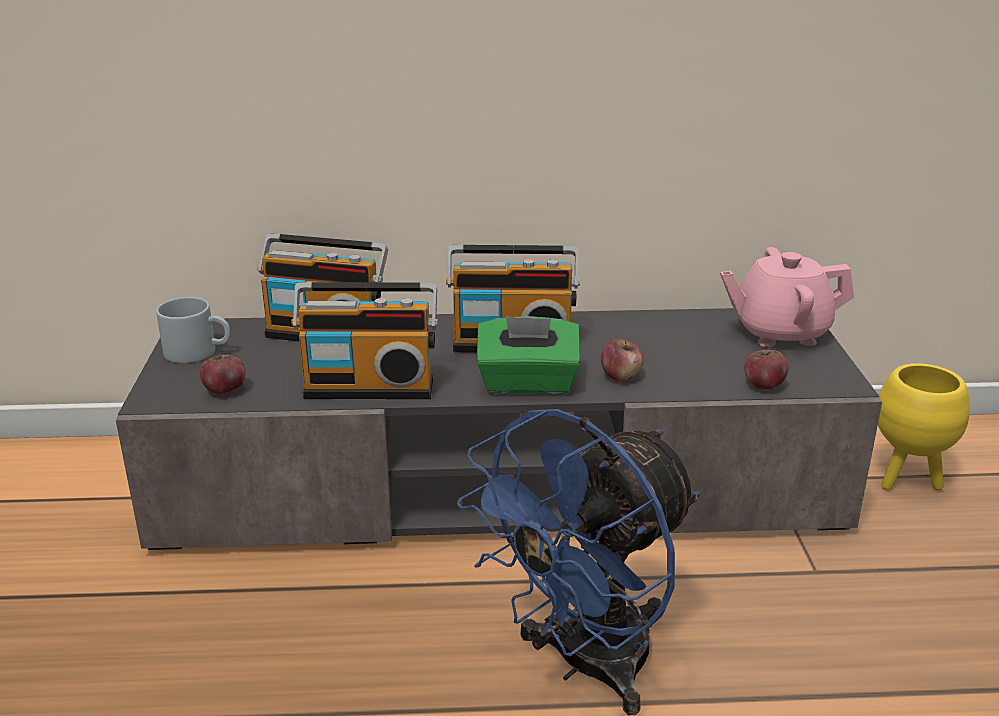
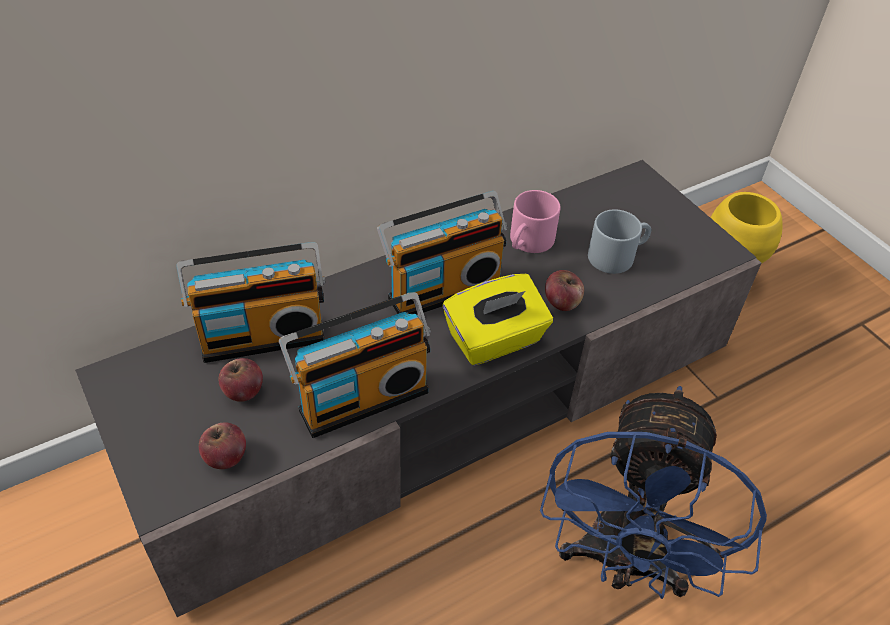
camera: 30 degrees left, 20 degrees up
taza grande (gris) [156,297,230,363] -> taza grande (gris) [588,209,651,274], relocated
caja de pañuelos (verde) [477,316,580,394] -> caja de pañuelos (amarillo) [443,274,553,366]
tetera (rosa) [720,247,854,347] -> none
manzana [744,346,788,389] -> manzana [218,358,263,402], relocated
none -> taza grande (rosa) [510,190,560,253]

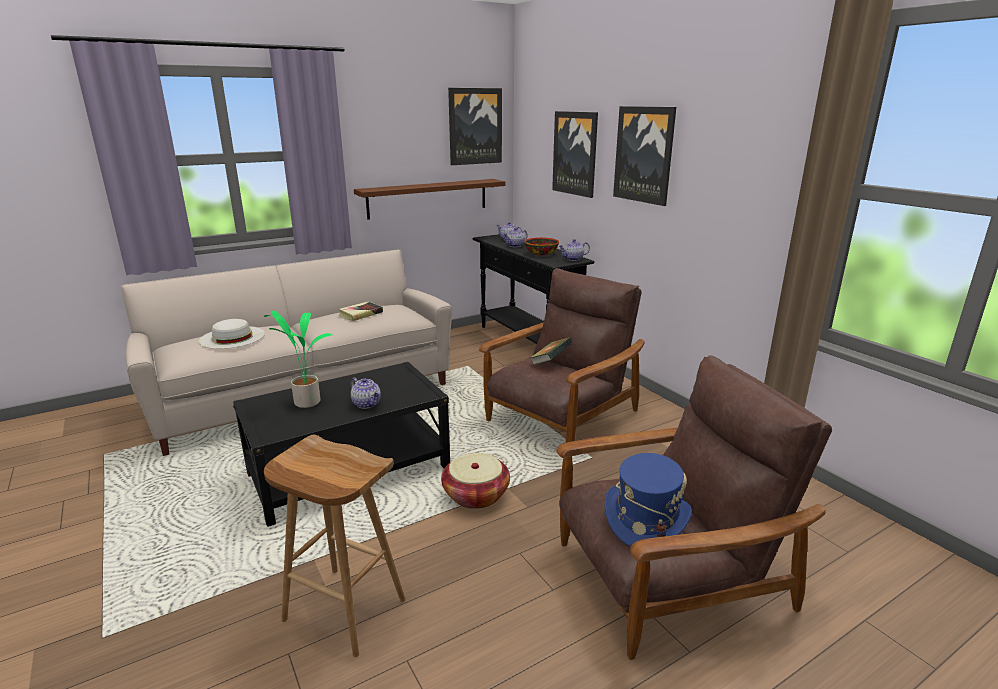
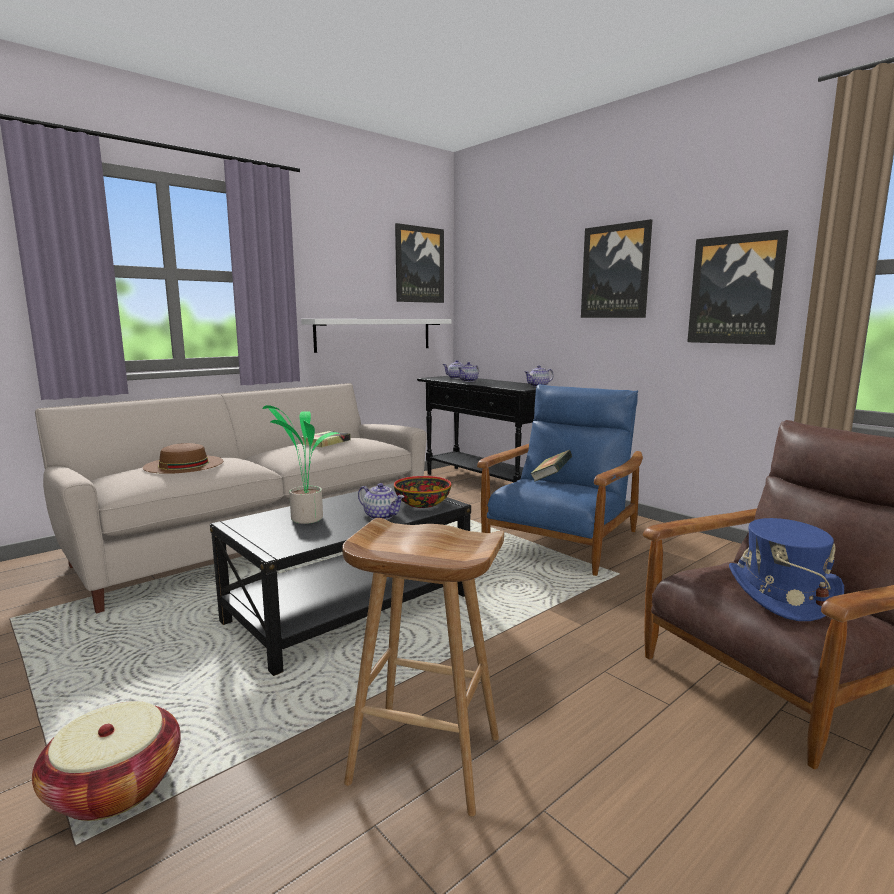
camera: 10 degrees left, 10 degrees down
sombrero (blanco) [199,319,265,349] -> sombrero (marrón) [143,443,223,474]
estante (marrón) [354,179,505,220] -> estante (blanco) [301,319,451,353]
cesta [441,453,510,509] -> cesta [32,701,181,821], relocated
sillón (marrón) [479,268,645,443] -> sillón (azul) [477,384,643,576]
cuenco [525,237,559,256] -> cuenco [394,476,451,508], relocated
cuadro [552,111,598,198] -> cuadro [687,230,788,345], relocated

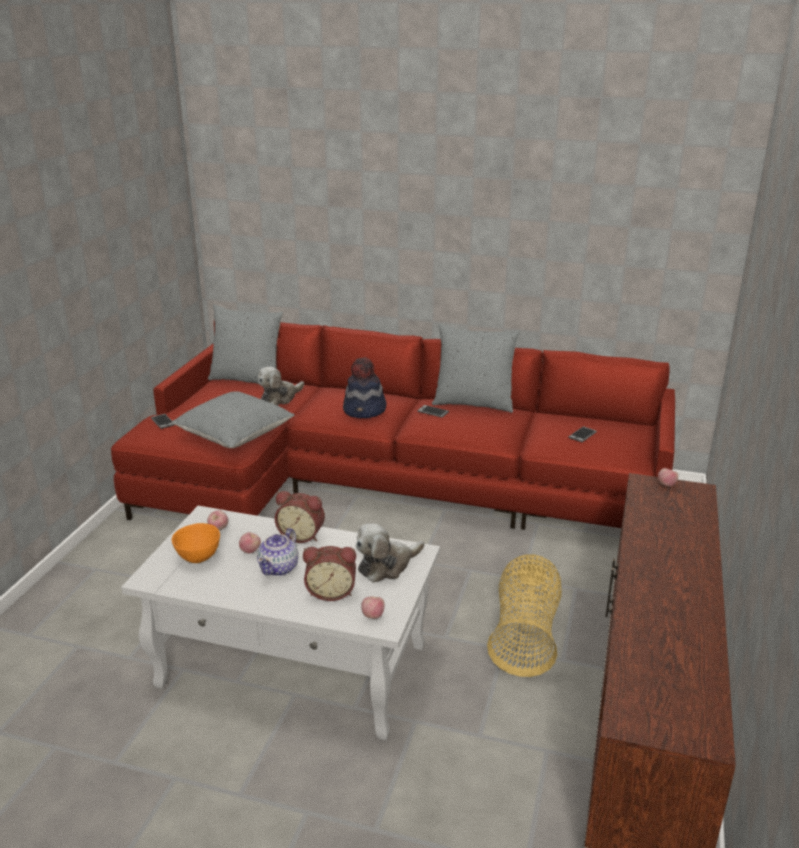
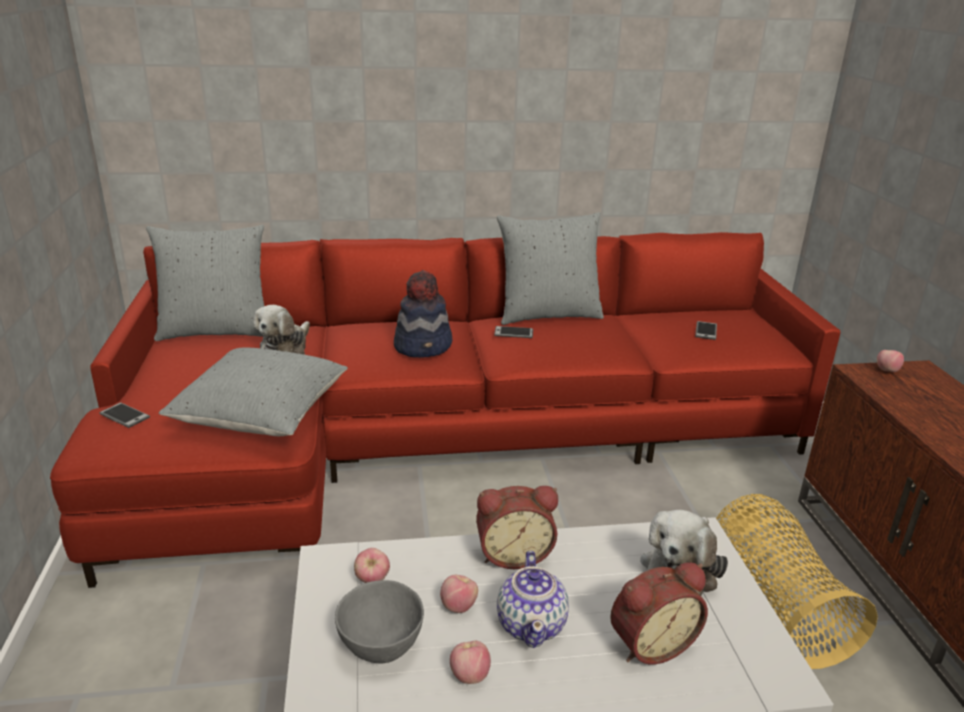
camera: 25 degrees left, 0 degrees up
cuenco (naranja) [172,523,220,563] -> cuenco (gris) [335,580,424,663]
manzana [361,596,385,619] -> manzana [450,641,491,684], relocated

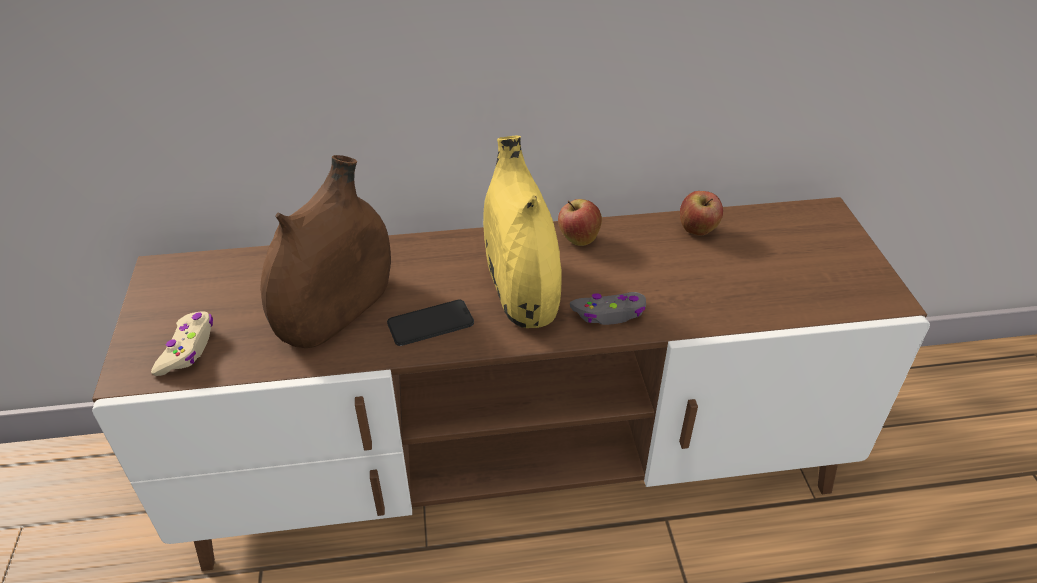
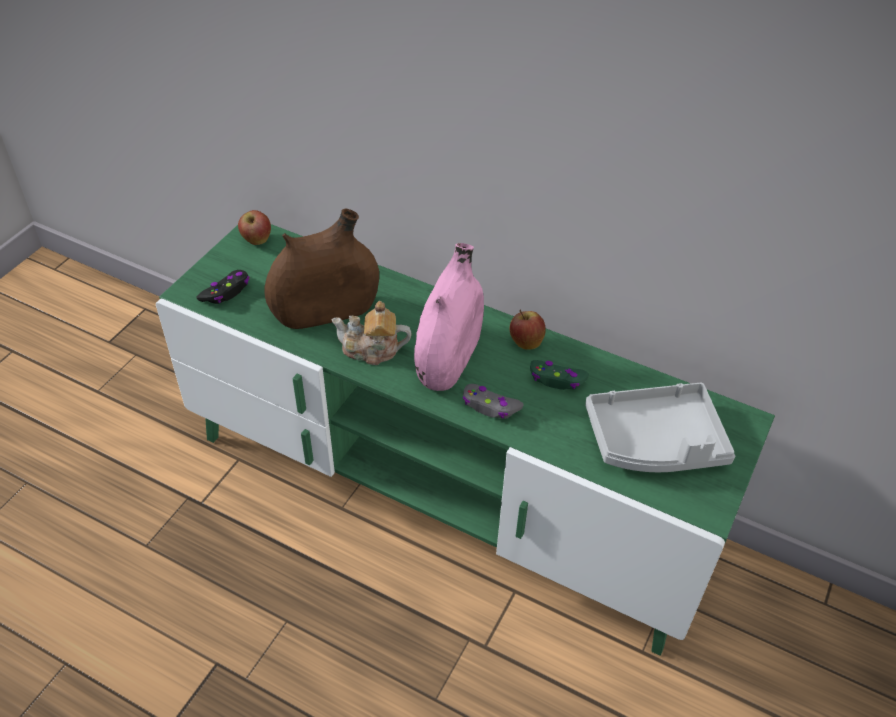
camera: 35 degrees right, 5 degrees up
mueble de televisión (marrón) [92,197,930,571] -> mueble de televisión (verde) [156,224,775,656]
mando de consola (beis) [151,311,213,376] -> mando de consola (negro) [196,270,250,304]
móvil [387,300,474,346] -> tetera [331,301,412,365]
florero (amarillo) [483,136,562,328] -> florero (rosa) [414,243,484,391]
manzana [680,191,723,236] -> manzana [238,210,271,245], relocated
none -> mando de consola (verde) [530,360,589,390]
none -> bandeja (gris) [585,382,735,472]

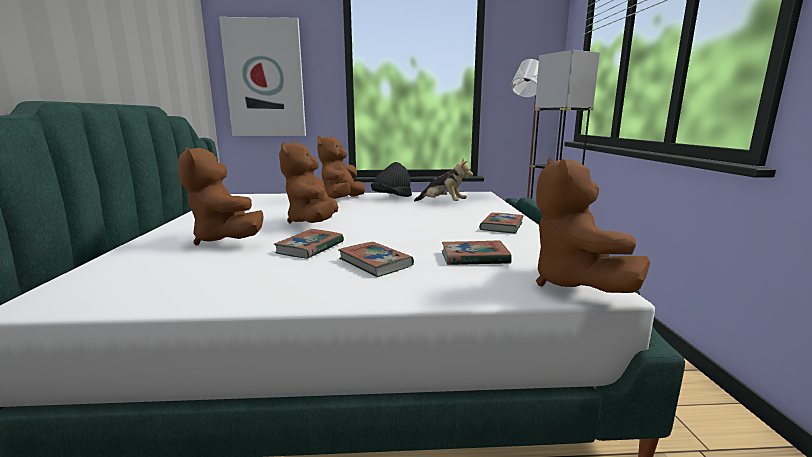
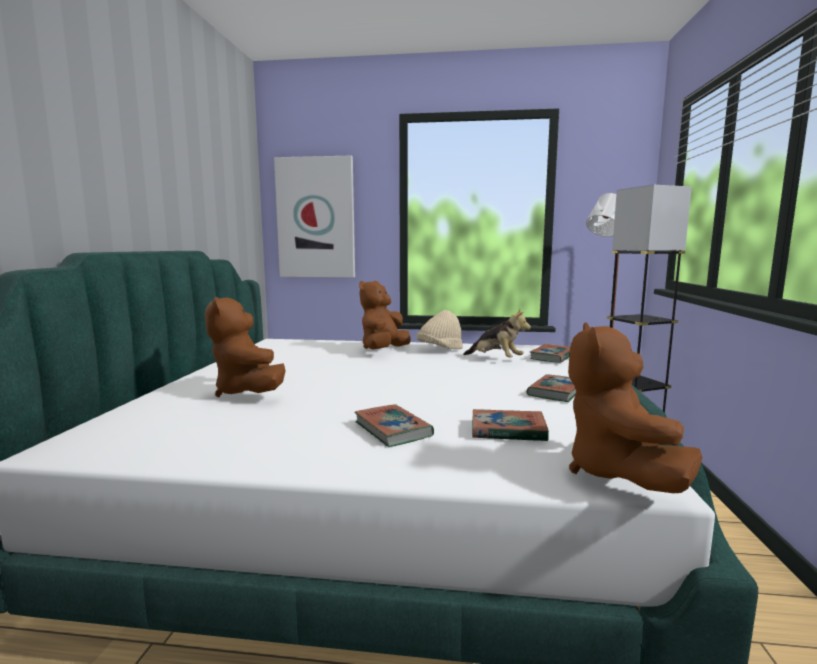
camera: 10 degrees right, 5 degrees down
libro [274,229,344,259] -> libro [530,344,570,363], relocated
peluche (marrón) [279,142,338,224] -> none
sombrero (negro) [371,162,412,197] -> sombrero (beis) [416,310,463,349]

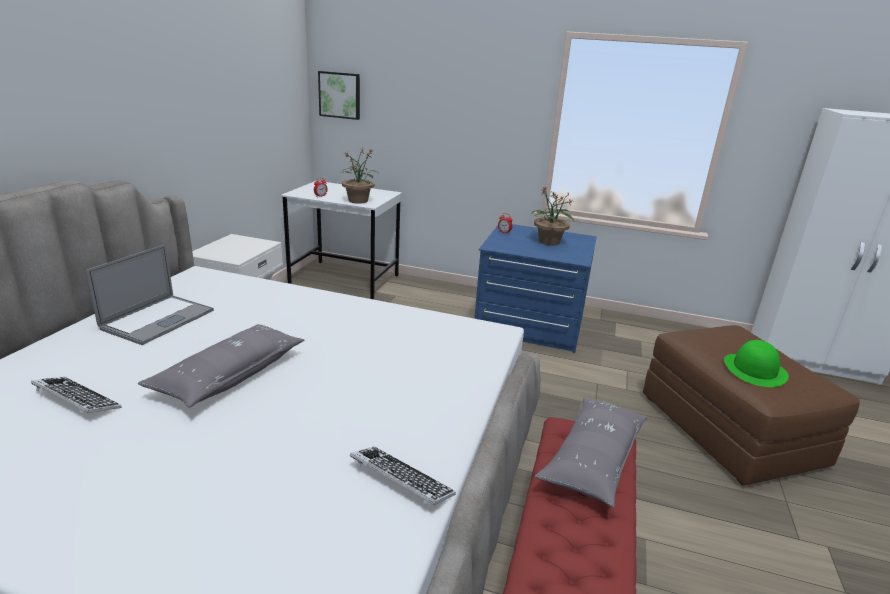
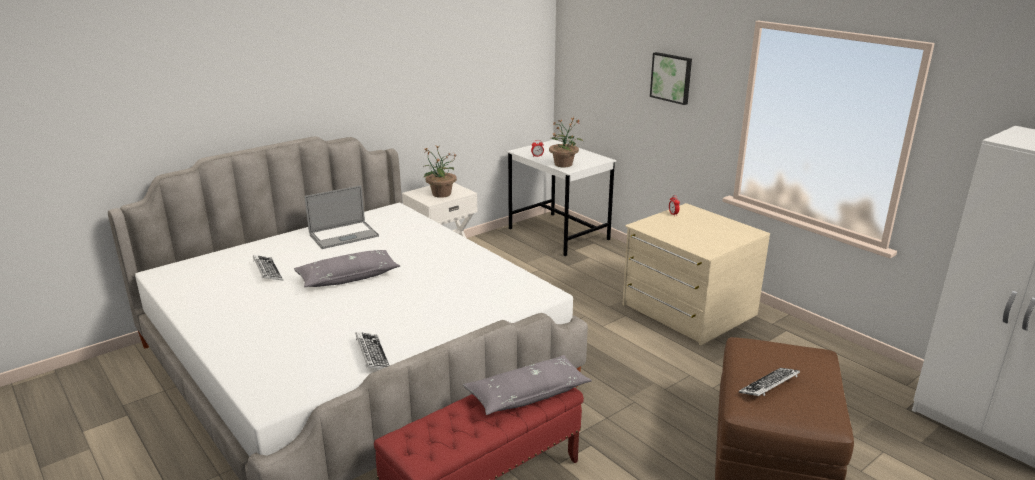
camera: 35 degrees right, 0 degrees up
cuadro [318,71,360,120] -> cuadro [650,52,692,105], relocated
cómoda (azul) [474,224,597,353] -> cómoda (beis) [622,203,770,345]
planta en maceta [532,187,574,245] -> planta en maceta [423,146,457,198], relocated
sombrero (verde) [724,340,789,387] -> teclado [739,368,800,396]

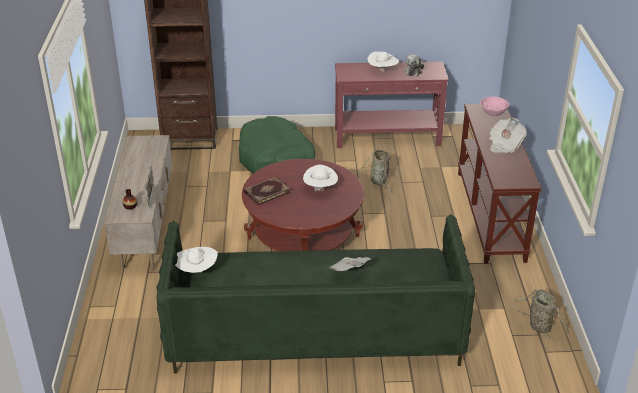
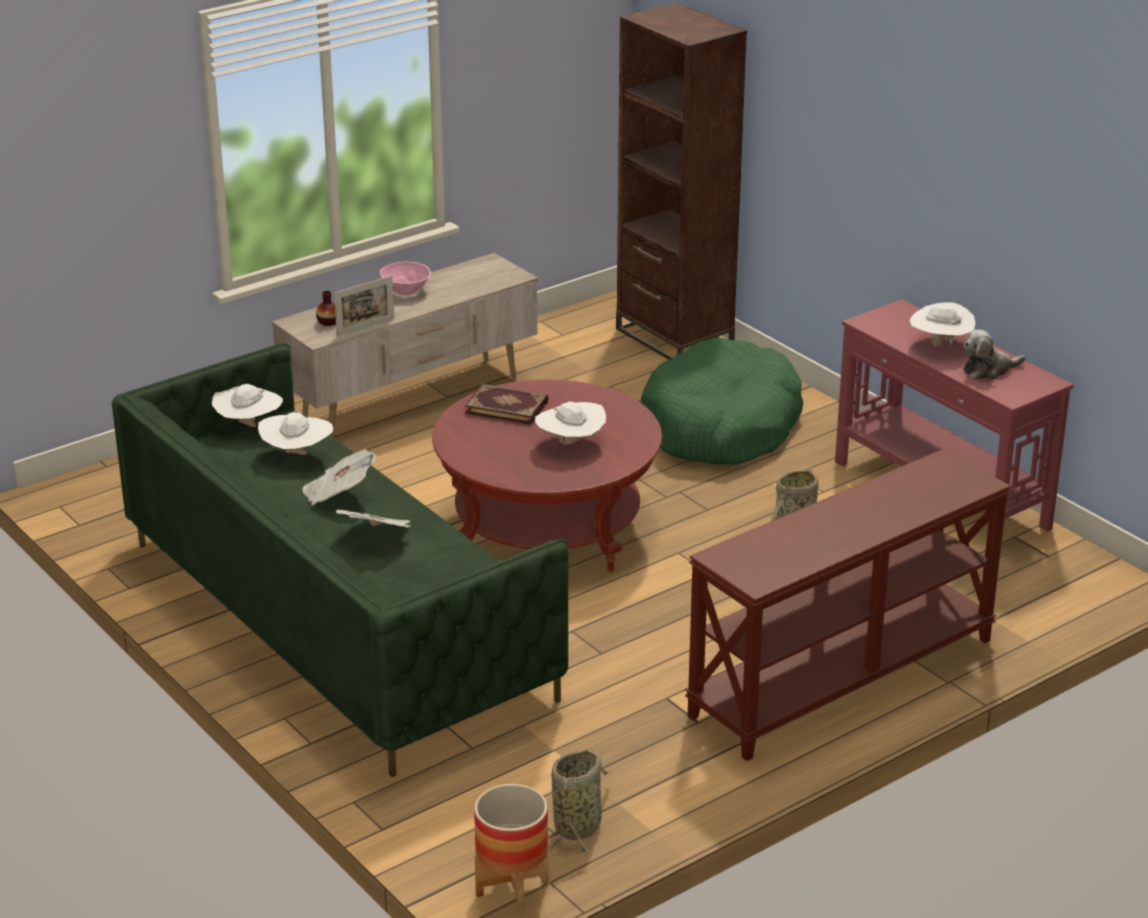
camera: 55 degrees right, 5 degrees down
cuenco (rosa) [480,97,509,116] -> cuenco (rosa) [380,262,431,295], relocated
periódico [489,118,527,153] -> periódico [302,449,376,505], relocated
none -> sombrero (blanco) [258,412,333,455]
none -> maceta [474,784,549,913]

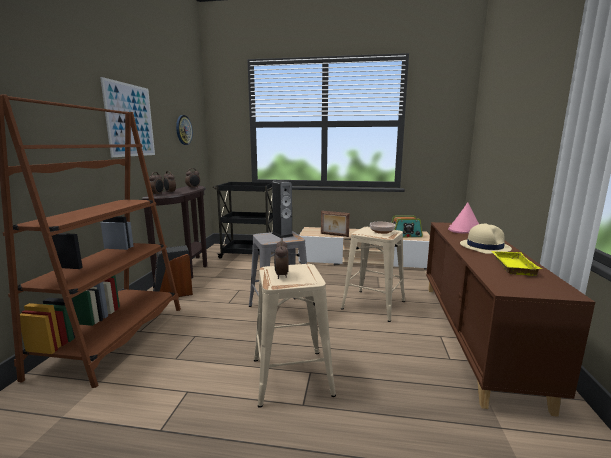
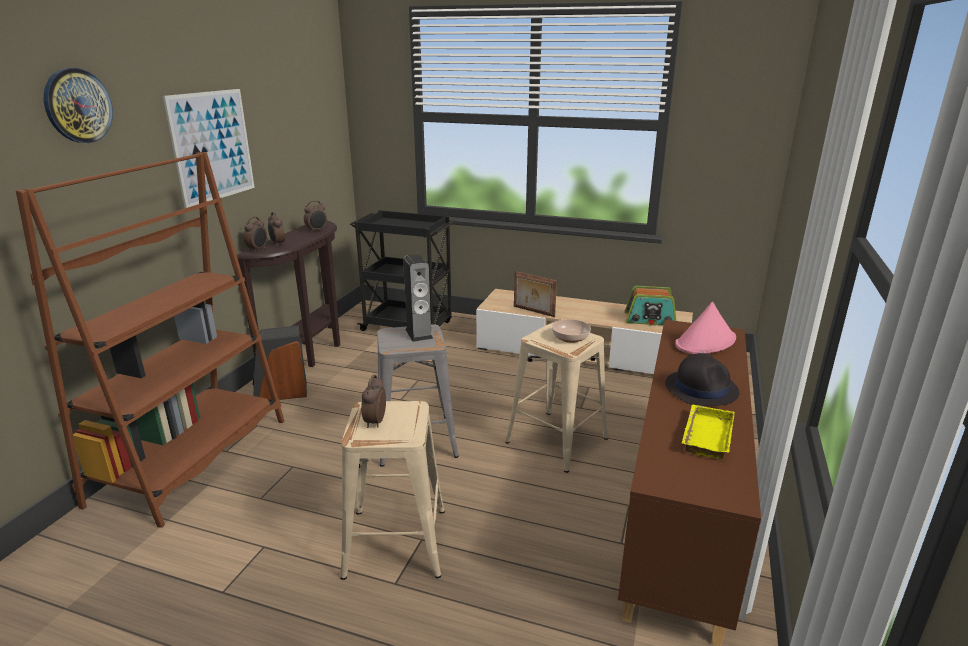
camera: 10 degrees right, 10 degrees up
reloj de pared [176,115,193,145] -> reloj de pared [44,68,113,143], relocated
sombrero (beis) [460,224,512,254] -> sombrero (negro) [665,353,740,406]

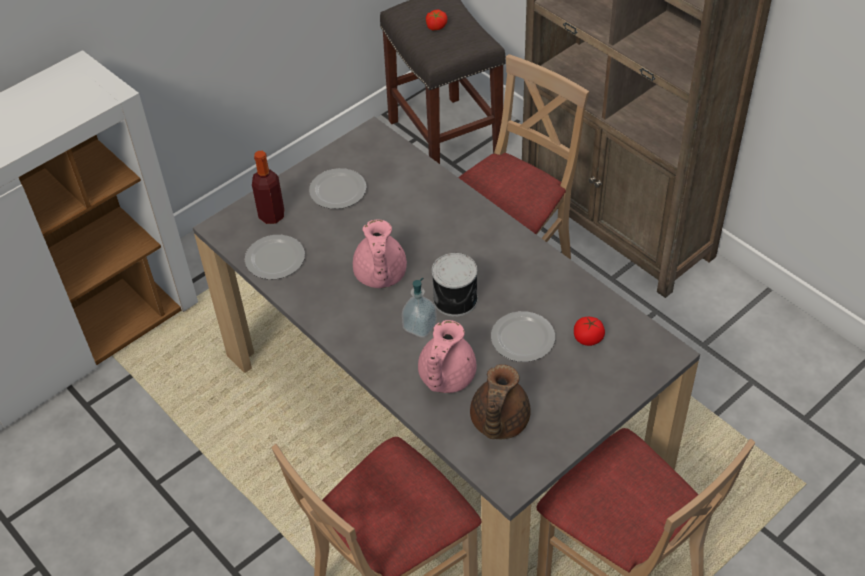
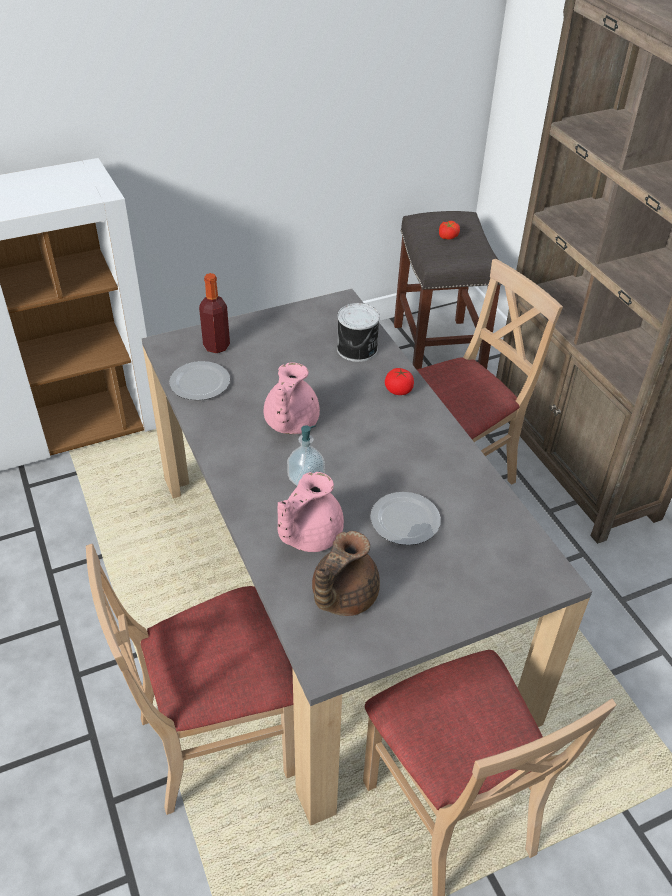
camera: 15 degrees right, 5 degrees down
plato [309,168,367,209] -> none
lata [432,253,478,317] -> lata [337,303,380,362], relocated
tomate [574,317,605,346] -> tomate [385,368,414,395], relocated

